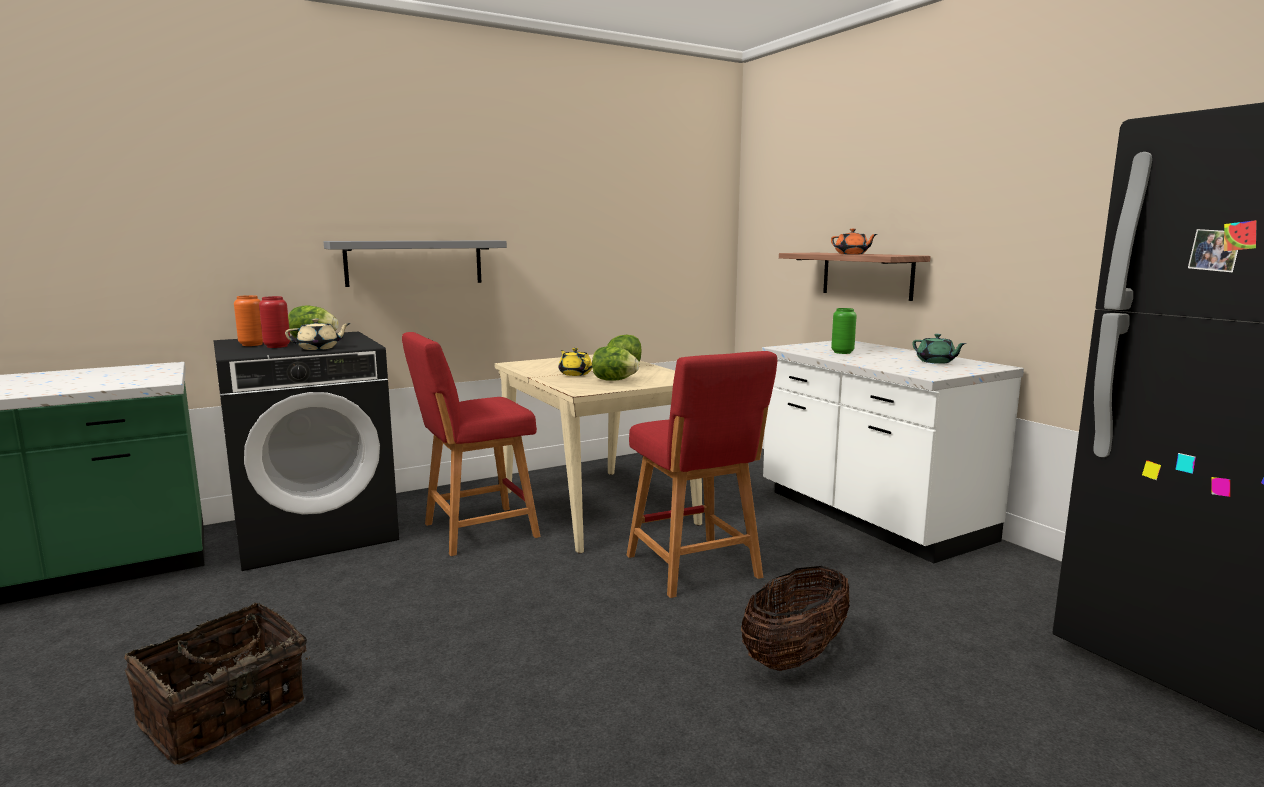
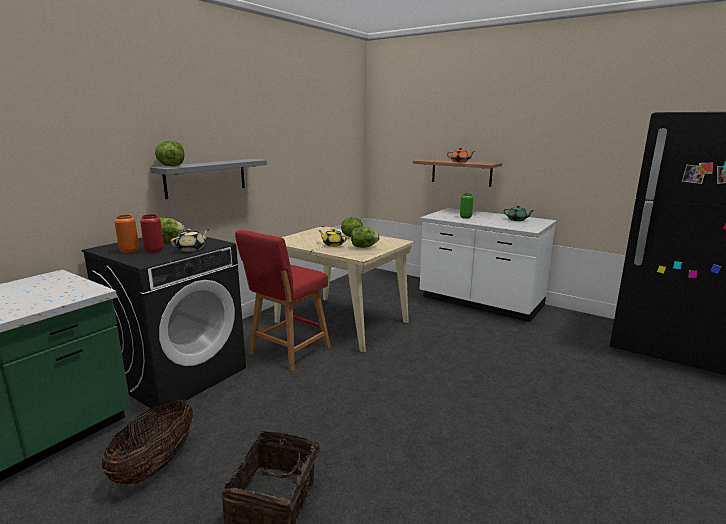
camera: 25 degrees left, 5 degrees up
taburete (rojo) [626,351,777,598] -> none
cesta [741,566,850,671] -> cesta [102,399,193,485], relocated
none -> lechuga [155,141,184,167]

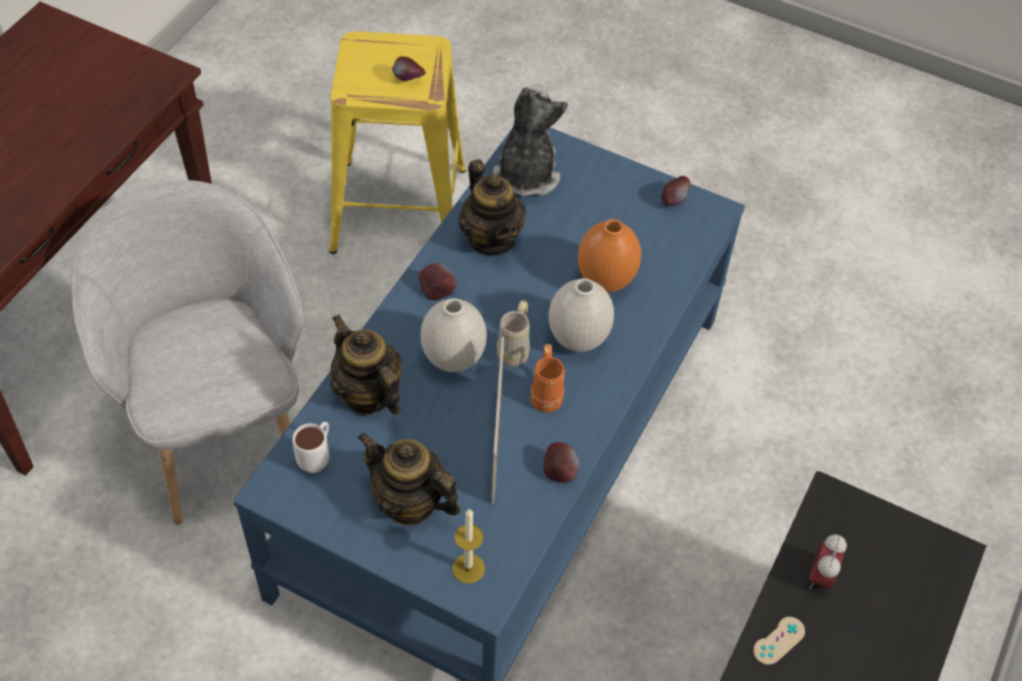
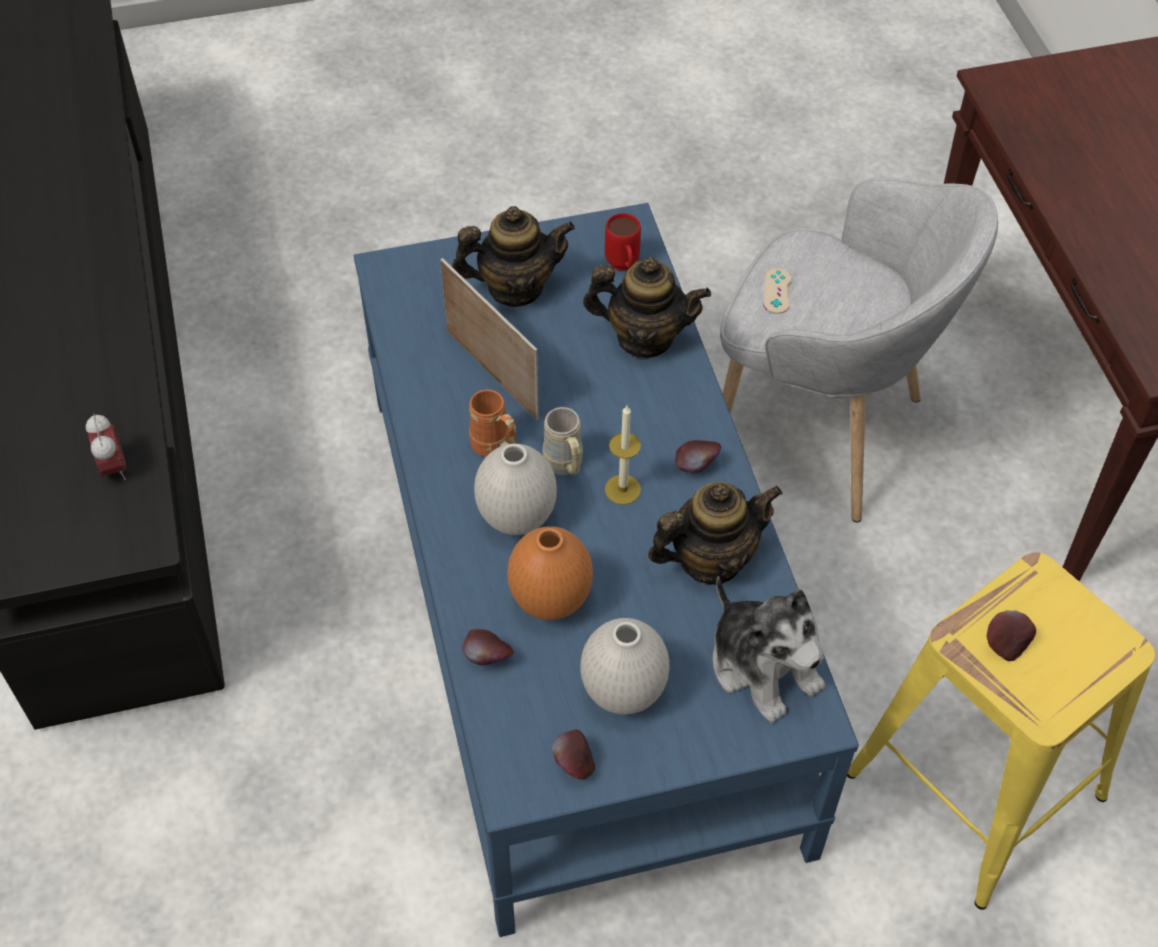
camera: 140 degrees right, 0 degrees up
taza grande (blanco) [292,422,329,473] -> taza grande (rojo) [605,213,641,271]
florero (blanco) [421,298,487,372] -> florero (blanco) [581,618,669,714], relocated
vela [452,509,485,584] -> vela [605,406,641,505], relocated
tetera [459,159,526,256] -> tetera [648,482,783,585], 135 degrees clockwise
manzana [543,442,579,483] -> manzana [462,629,514,665], relocated
mando de consola (beis) [753,617,805,665] -> mando de consola (beis) [763,268,791,314], relocated

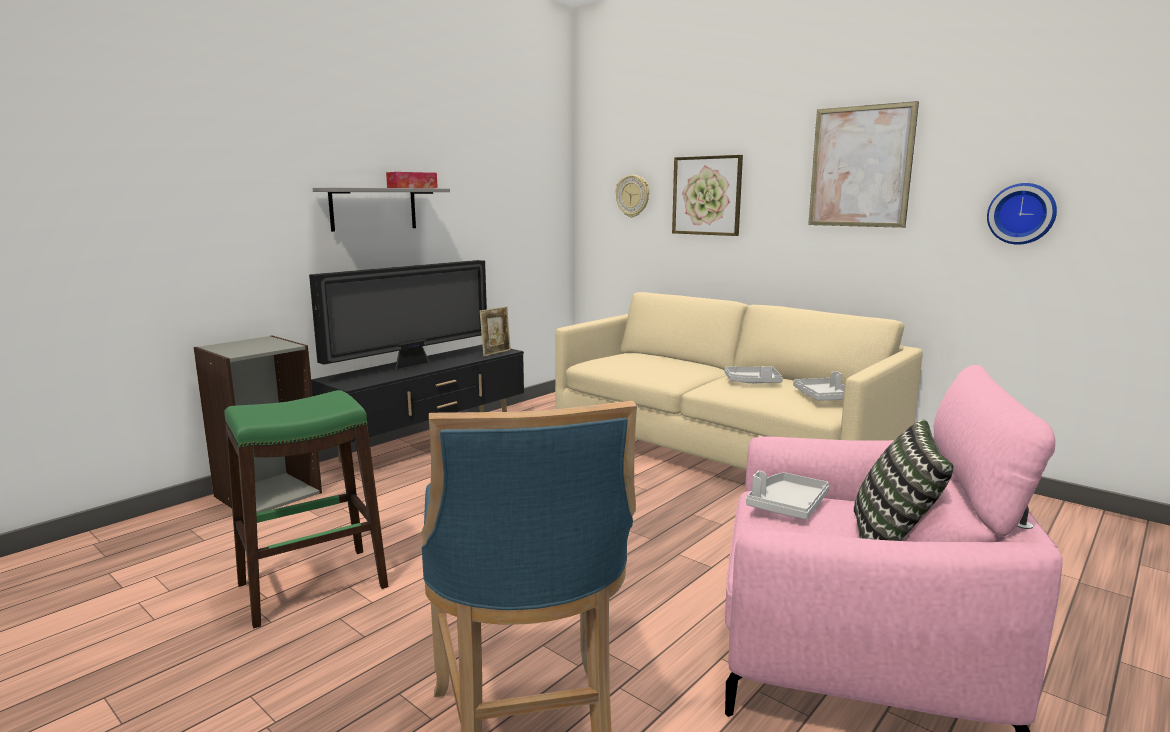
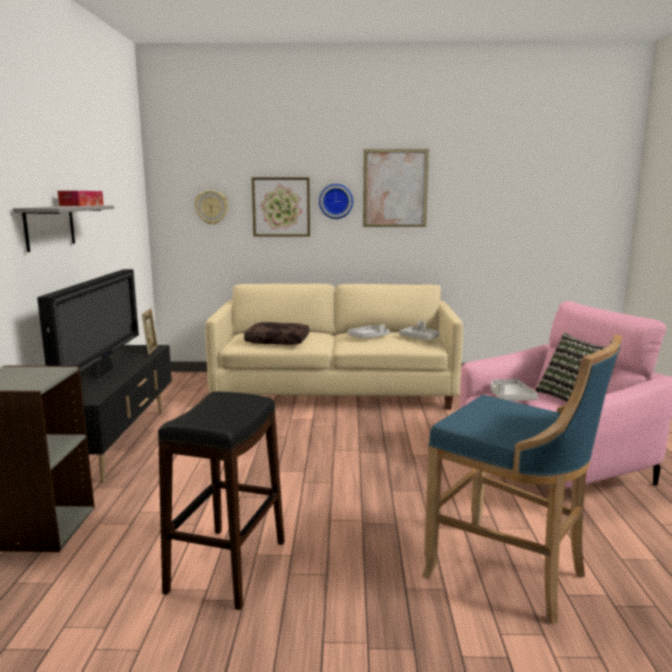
camera: 40 degrees left, 0 degrees up
taburete (verde) [224,390,388,628] -> taburete (negro) [158,392,285,610]
reloj de pared [987,183,1057,245] -> reloj de pared [319,184,353,219], relocated
none -> cojín (marrón) [244,322,309,345]

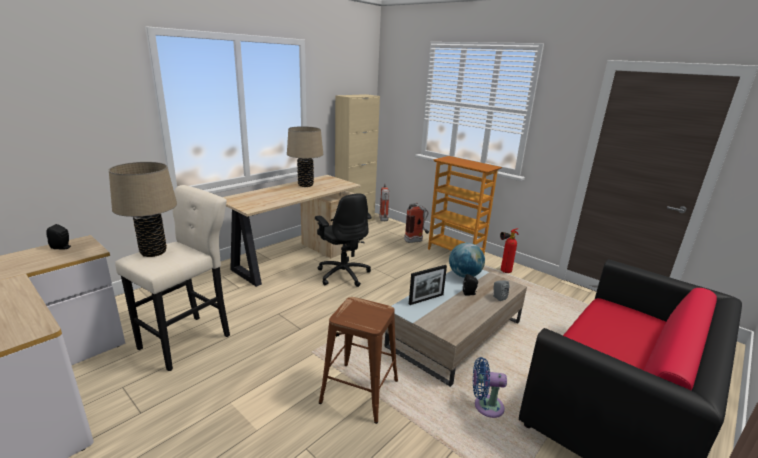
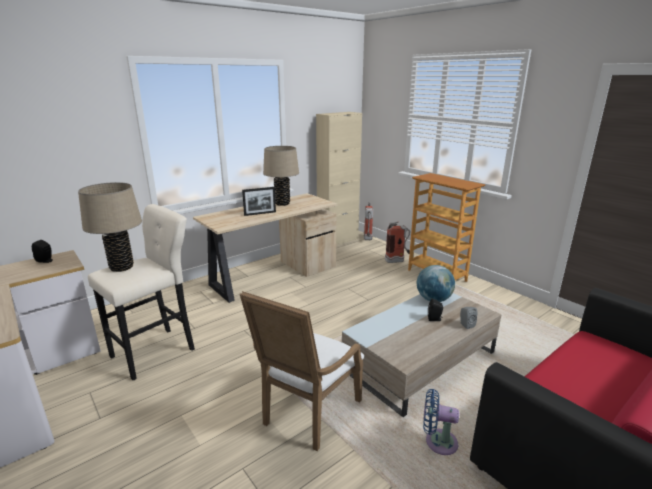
camera: 10 degrees right, 0 degrees up
silla de oficina (negro) [315,193,372,287] -> none
taburete (marrón) [319,297,398,424] -> sillón (blanco) [240,291,364,451]
portarretratos [409,265,447,305] -> portarretratos [242,187,276,216], relocated
extintor [500,228,518,273] -> none

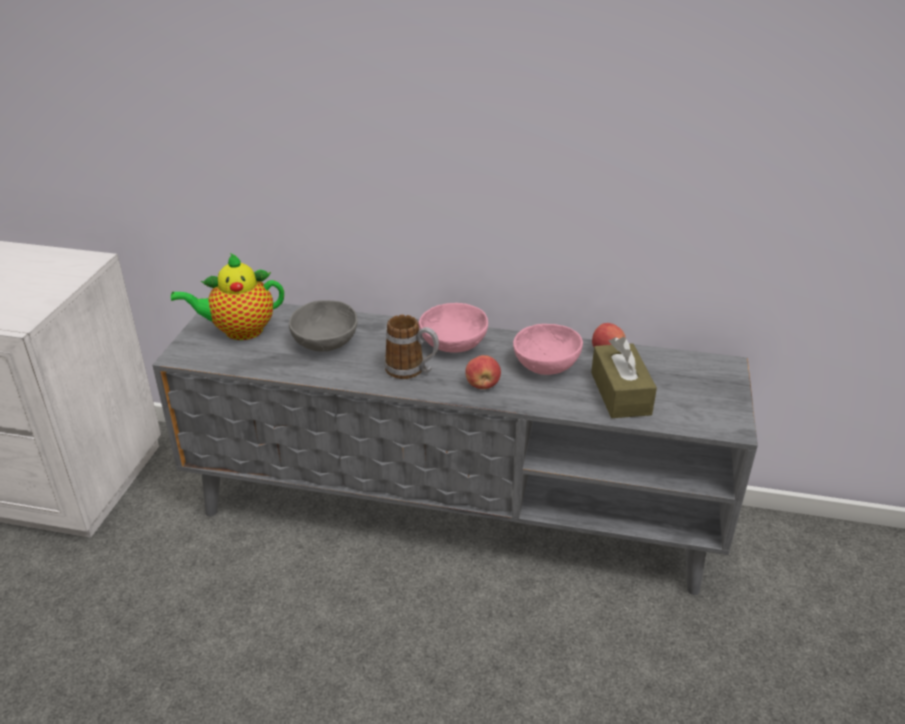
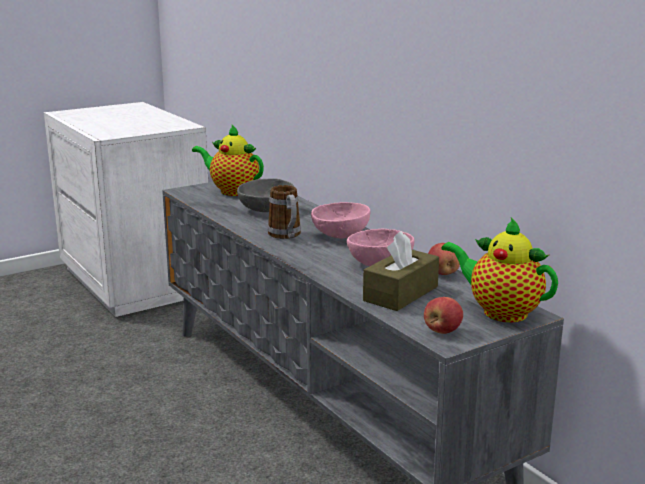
camera: 45 degrees right, 15 degrees down
manzana [465,355,501,389] -> manzana [424,297,463,334], relocated
none -> tetera [441,217,558,322]

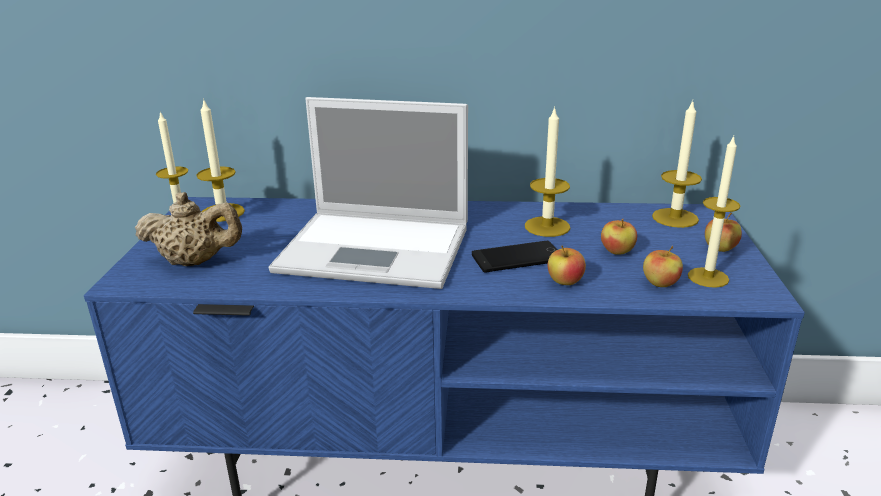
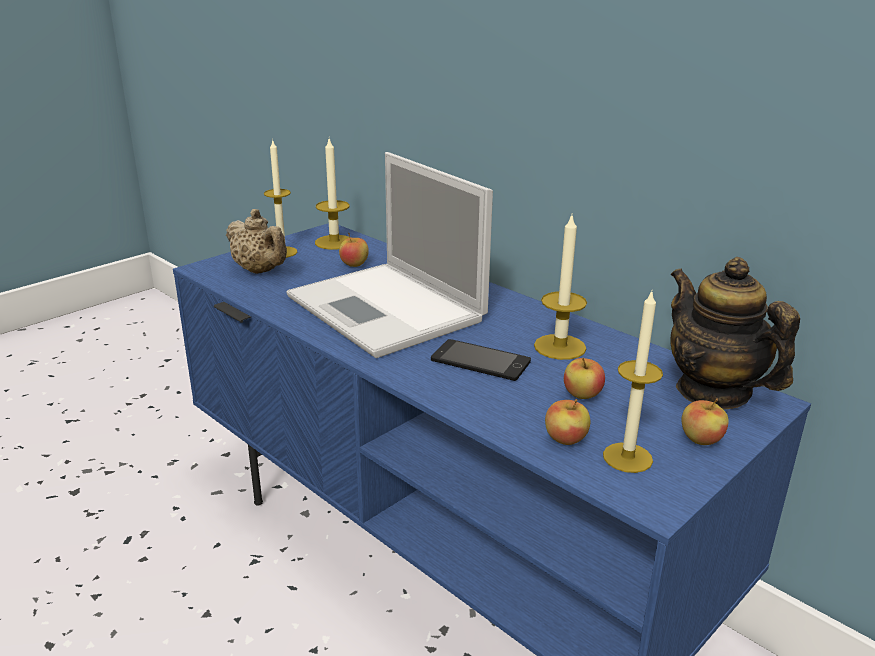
camera: 40 degrees right, 0 degrees up
manzana [548,245,586,285] -> manzana [339,233,369,267], relocated
vela [652,101,702,228] -> tetera [670,257,800,410]

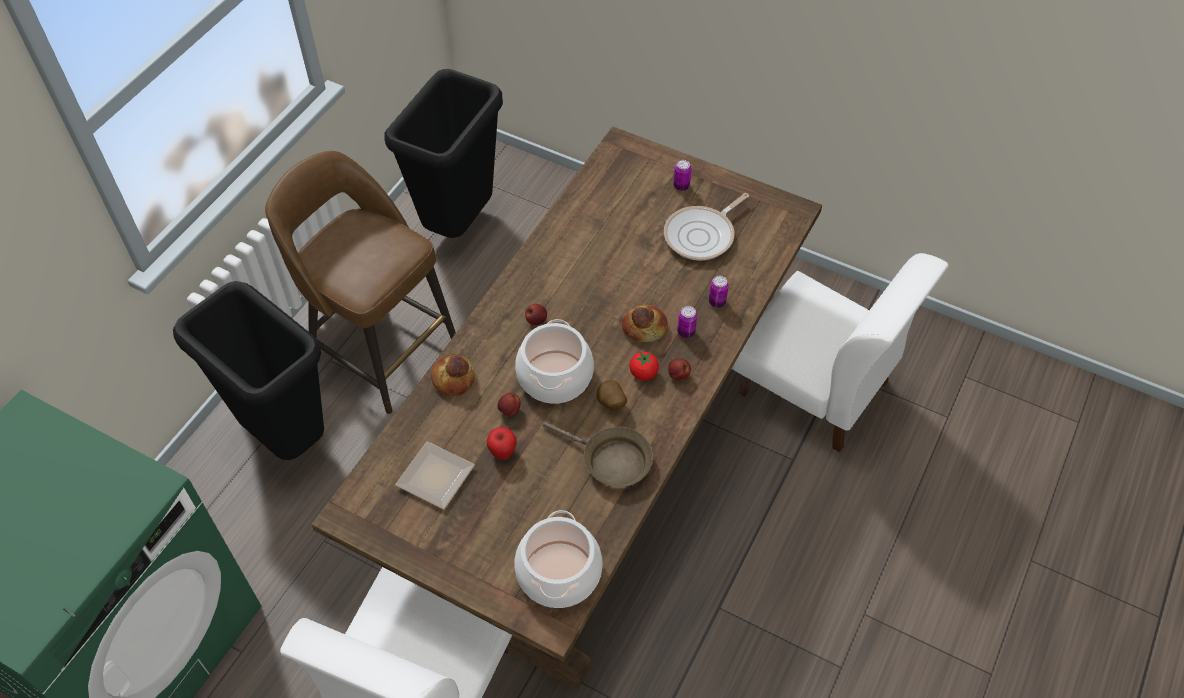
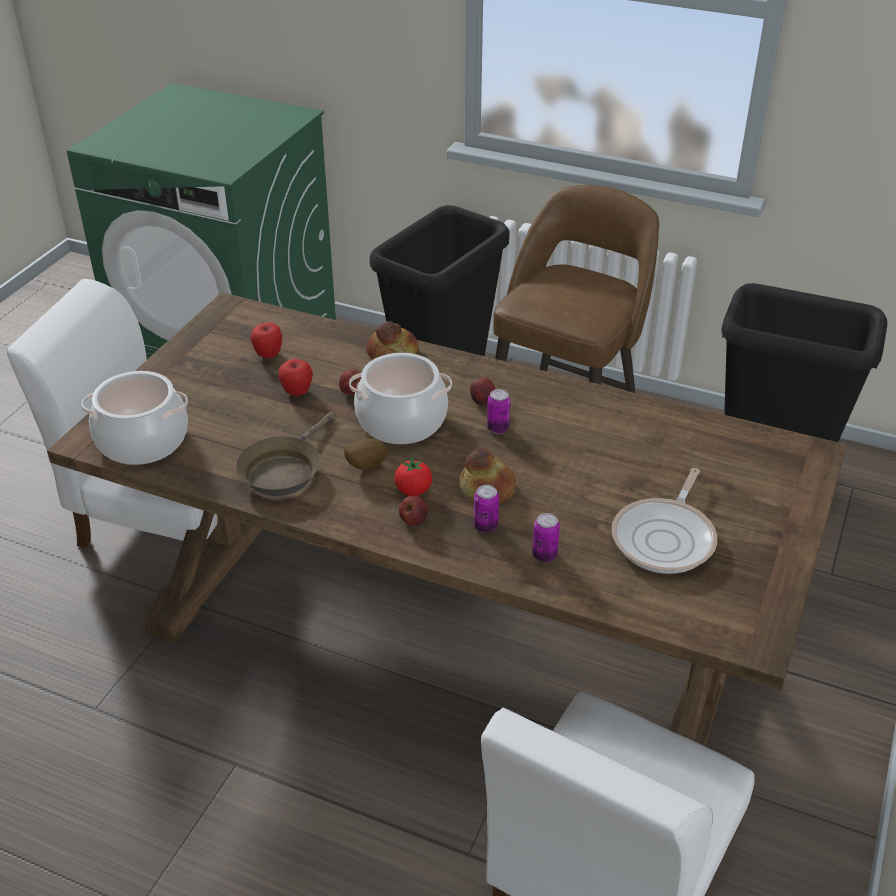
camera: 85 degrees right, 15 degrees down
plato [395,441,475,510] -> manzana [250,322,282,359]
sartén [664,193,749,261] -> sartén [612,468,717,574], 105 degrees counterclockwise
lata [673,160,691,191] -> lata [487,389,510,434], relocated

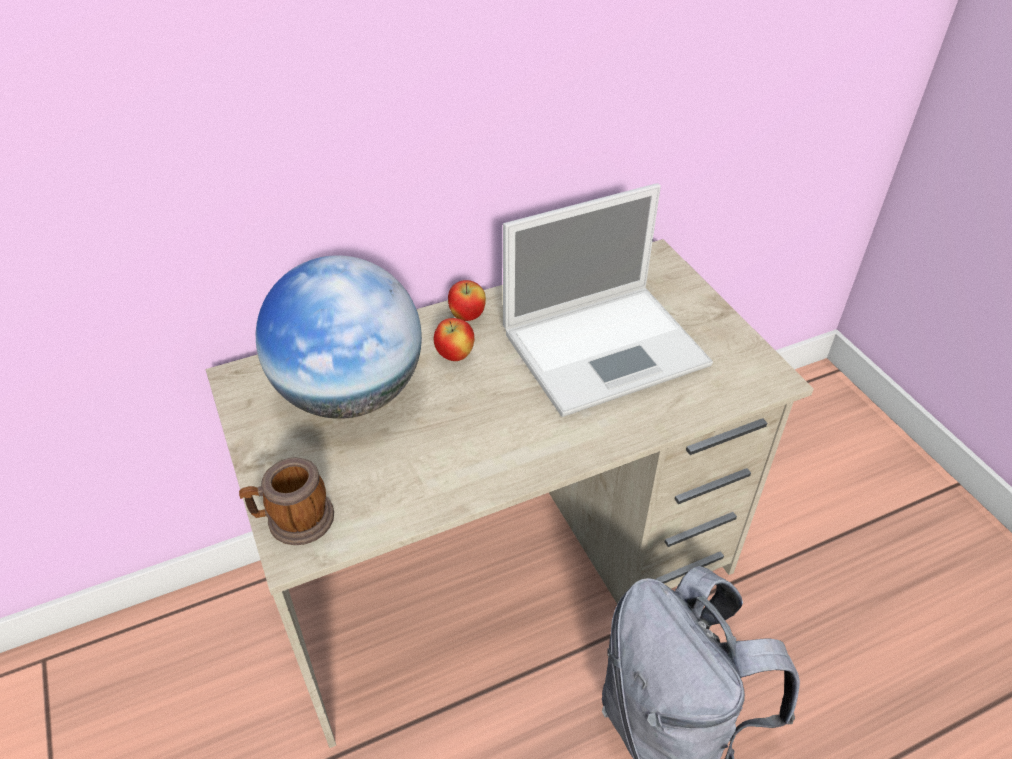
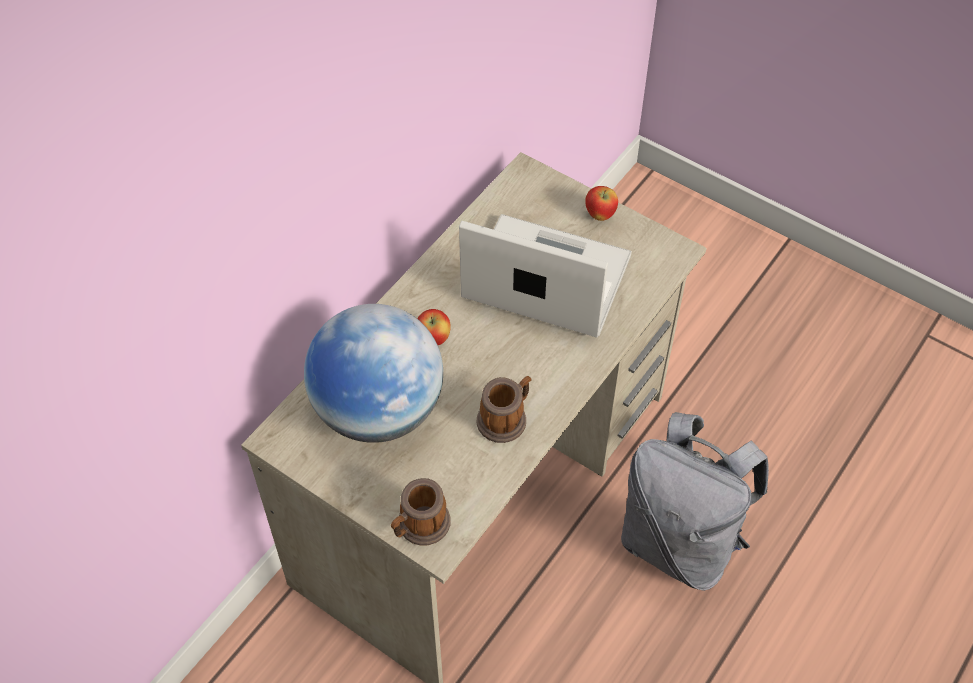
camera: 30 degrees left, 10 degrees up
manzana [448,280,486,321] -> manzana [585,186,618,221], relocated
portátil [503,183,713,417] -> portátil [459,214,632,338], 105 degrees counterclockwise
none -> taza grande [477,376,531,443]

